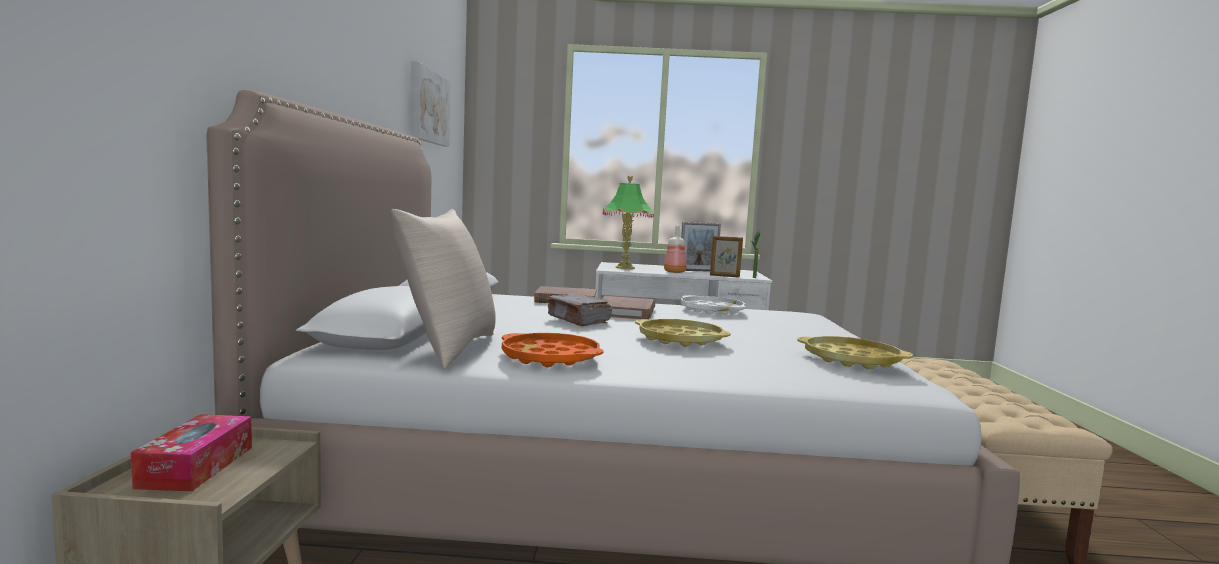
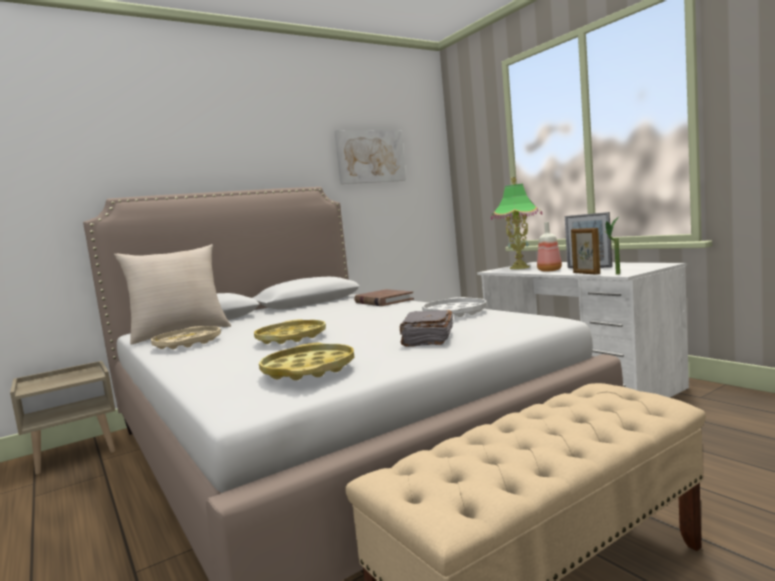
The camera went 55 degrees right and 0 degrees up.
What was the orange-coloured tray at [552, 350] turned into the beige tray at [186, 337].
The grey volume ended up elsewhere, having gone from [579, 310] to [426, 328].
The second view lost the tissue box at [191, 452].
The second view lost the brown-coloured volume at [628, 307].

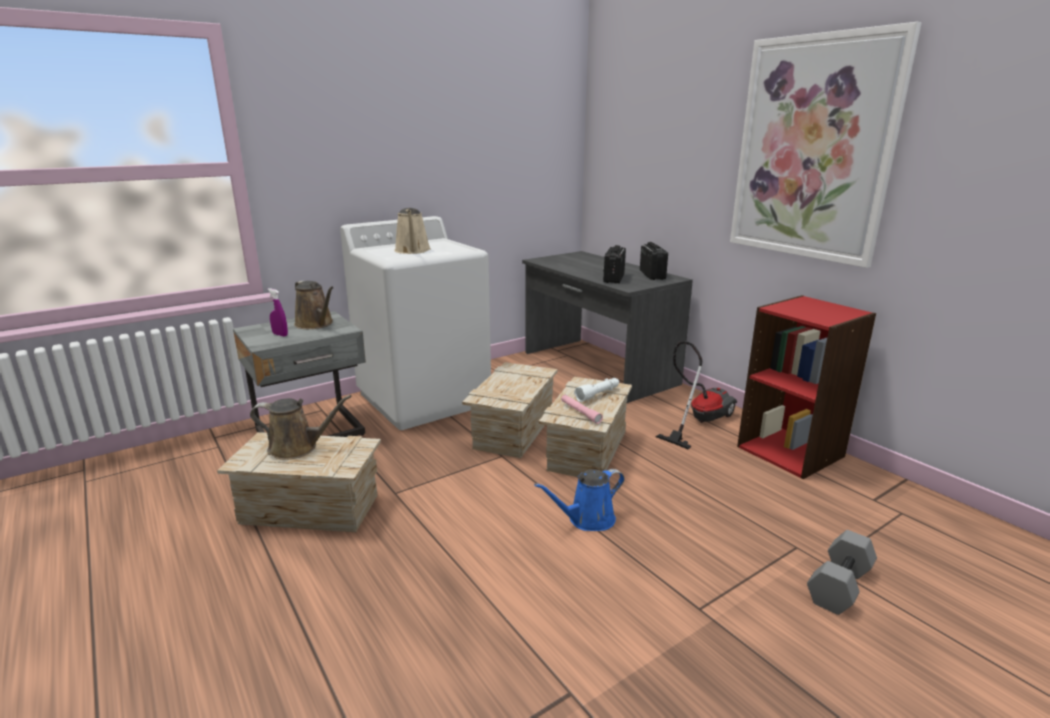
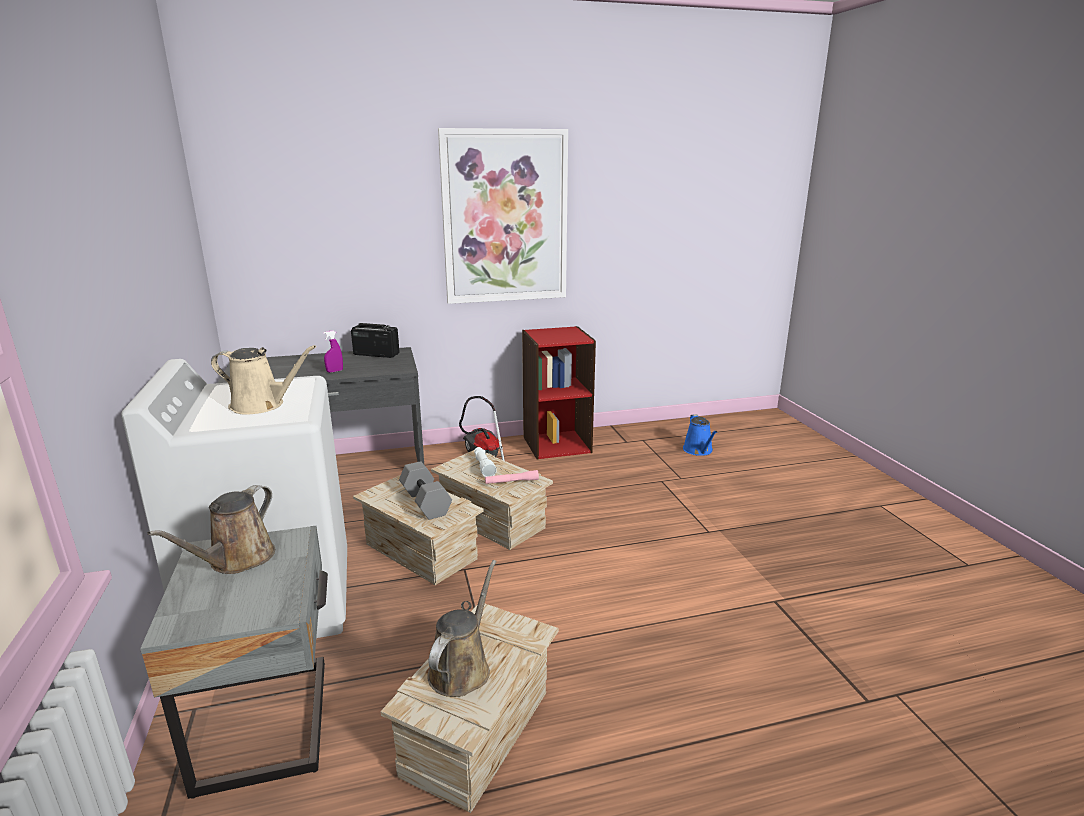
The camera went 70 degrees left and 0 degrees up.
The brown-coloured watering pot at [314, 305] ended up facing another way, 135 degrees clockwise from before.
The purplish sprayer ended up elsewhere, having gone from [277, 312] to [333, 351].
The grey hand weight ended up elsewhere, having gone from [842, 572] to [425, 490].
The blue-coloured watering pot ended up elsewhere, having gone from [579, 500] to [700, 435].
The second view lost the radio set at [614, 264].

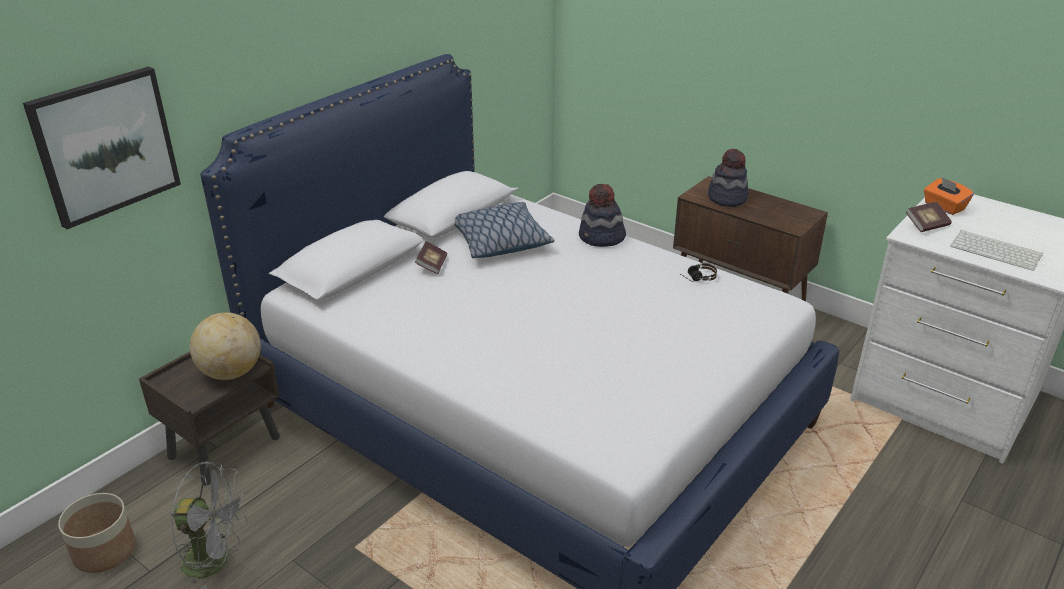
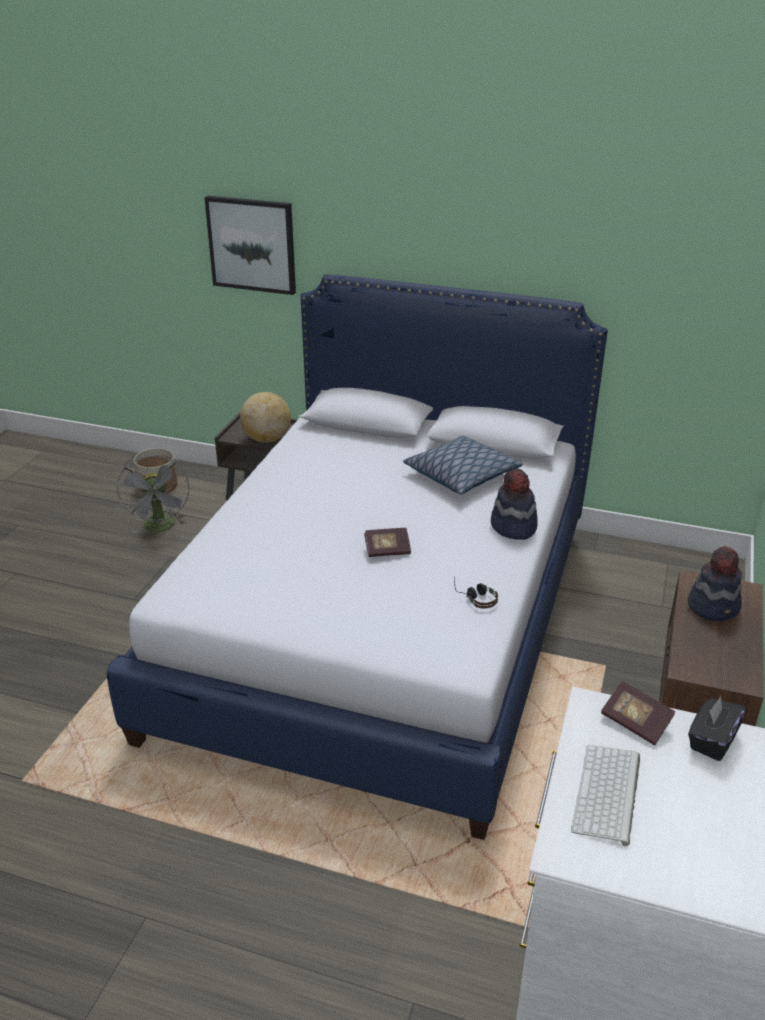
The camera went 70 degrees right and 0 degrees up.
The volume ended up elsewhere, having gone from [431, 257] to [387, 542].
What was the orange-coloured tissue box at [949, 196] turned into the blackish tissue box at [717, 728].

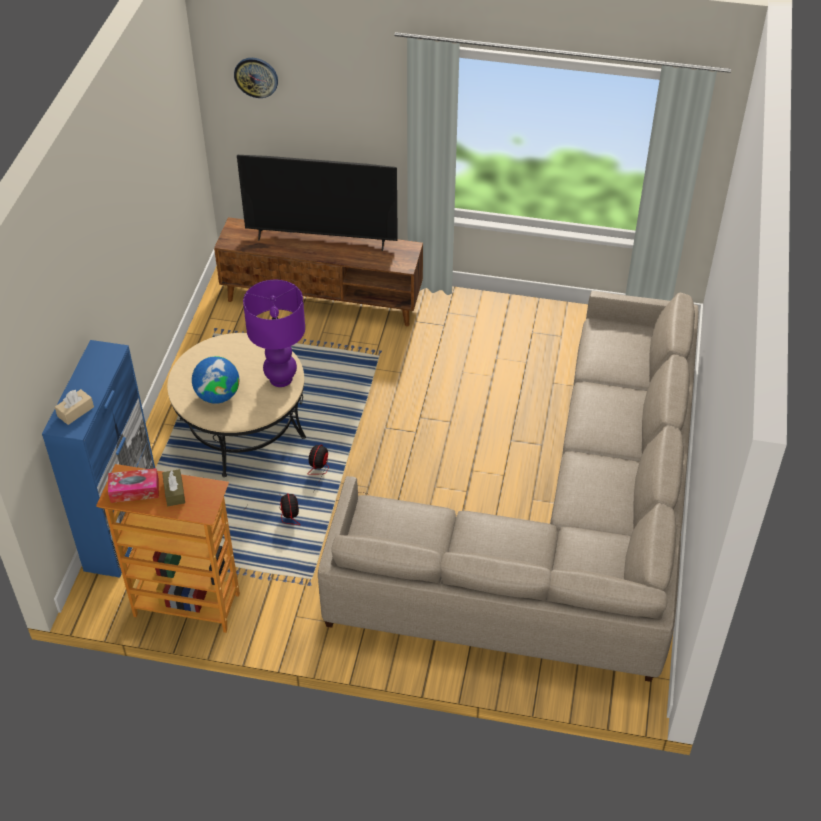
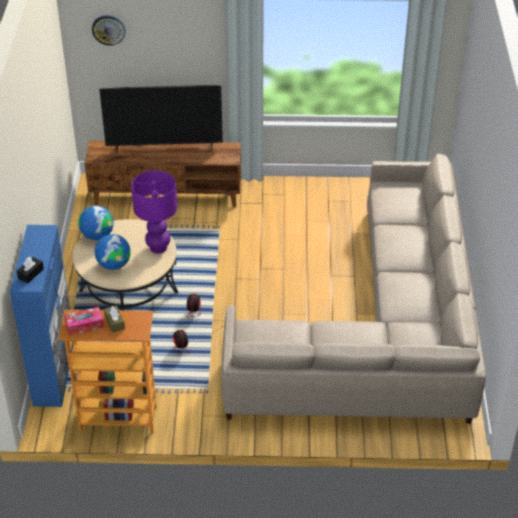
The camera went 10 degrees left and 5 degrees down.
What was the beige tissue box at [74, 407] turned into the blackish tissue box at [30, 270].
The second view gained the globe at [96, 223].

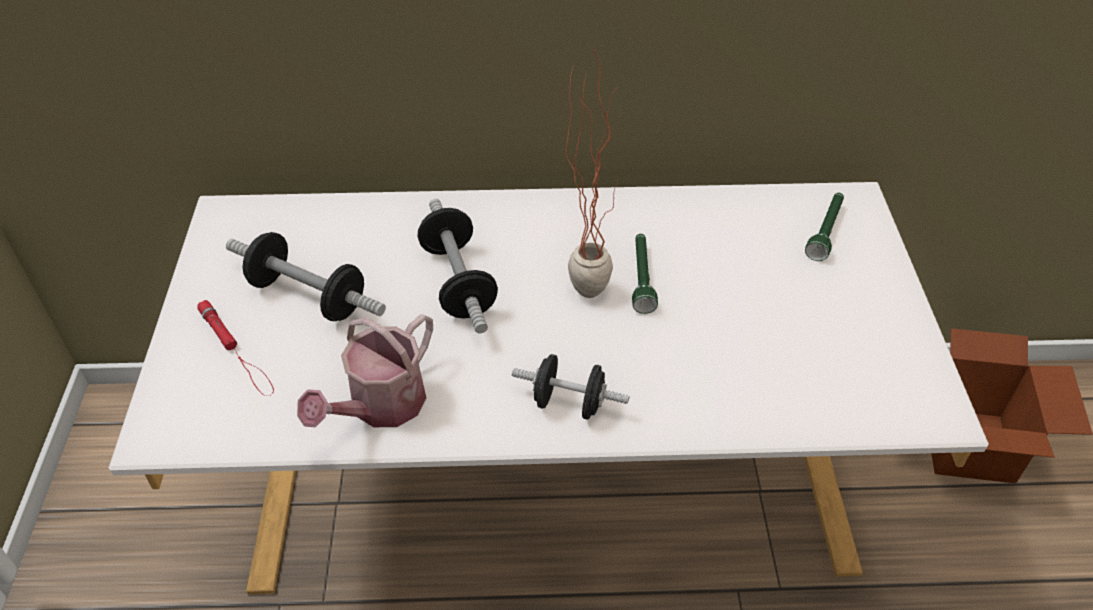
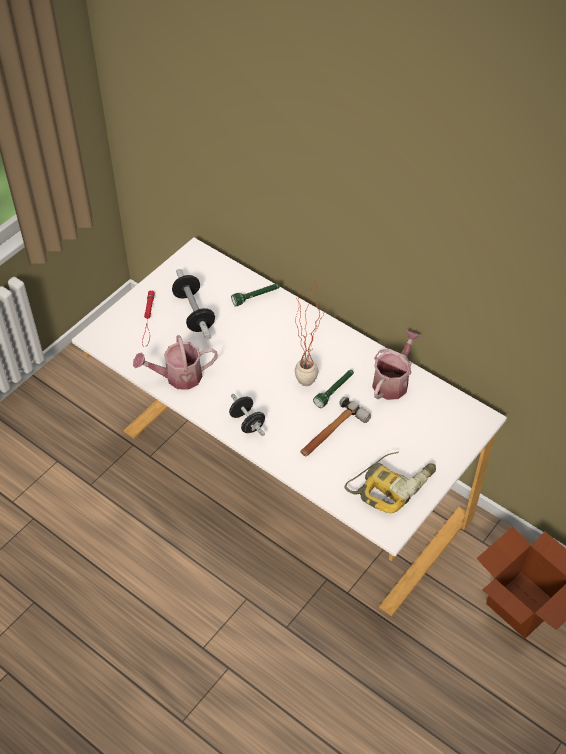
The camera went 40 degrees right and 5 degrees up.
The green-coloured torch ended up elsewhere, having gone from [824, 227] to [255, 295].
The second view gained the hand hammer at [335, 426].
The second view gained the electric drill at [390, 482].
The second view gained the watering pot at [396, 365].
The second view lost the hand weight at [457, 266].

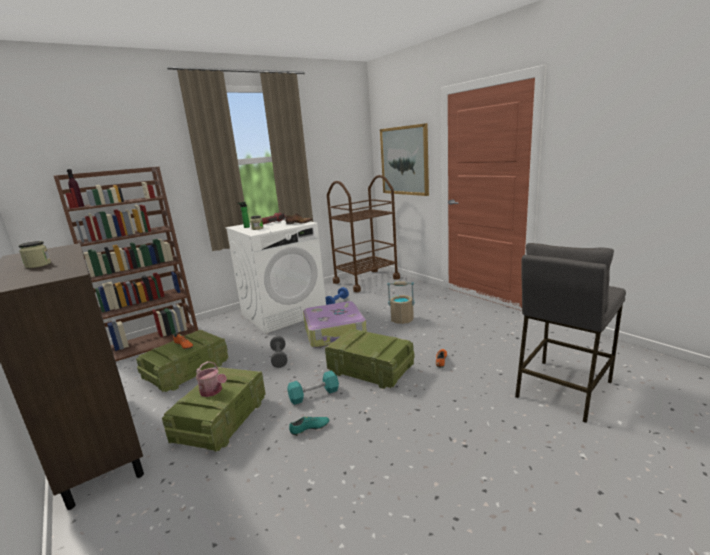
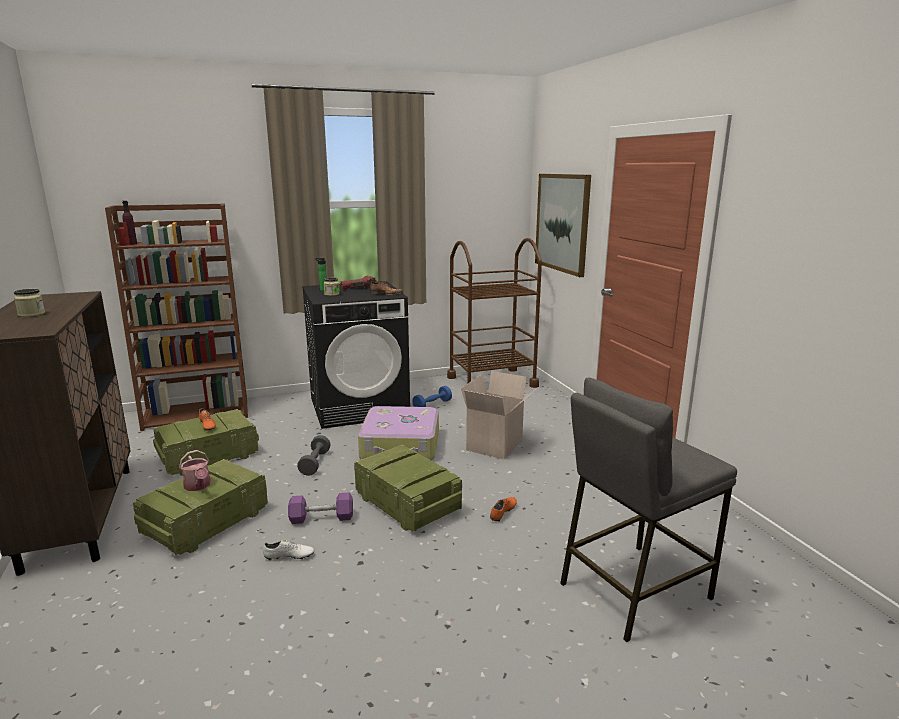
The camera went 15 degrees right and 0 degrees up.
What was the blue-green low shoe at [309, 426] turned into the white low shoe at [288, 550].
What was the blue-green hand weight at [313, 387] turned into the purplish hand weight at [320, 508].
What was the white washing machine at [276, 276] turned into the blackish washing machine at [356, 355].
Where the beige pail stood at [401, 302], the packing box came to stand at [499, 415].

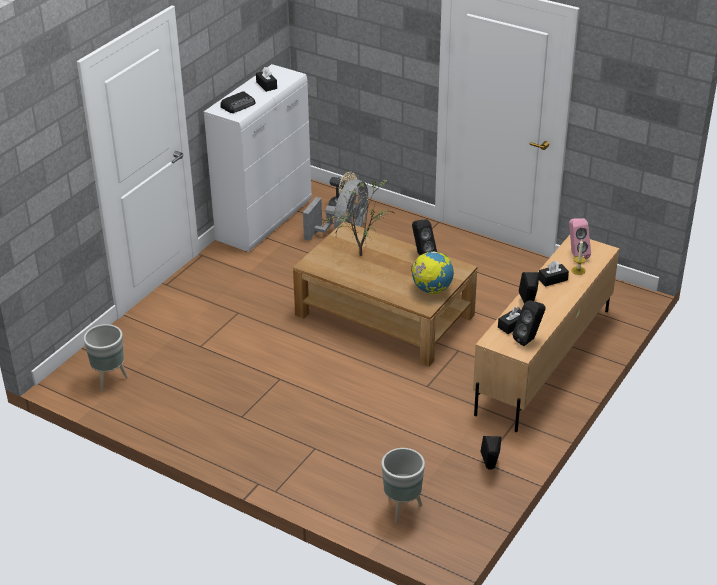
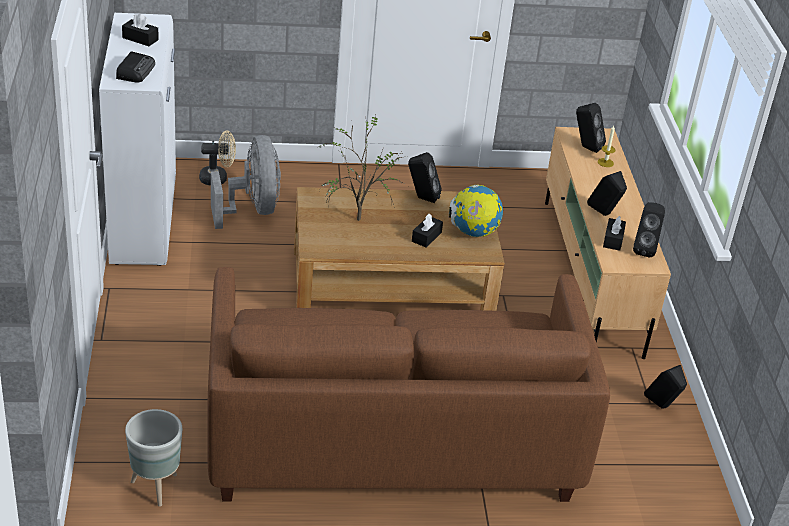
The camera went 40 degrees left and 0 degrees up.
The second view gained the brown-coloured settee at [408, 384].
The blackish tissue box ended up elsewhere, having gone from [554, 274] to [427, 231].
What was the pink audio speaker at [580, 238] turned into the blackish audio speaker at [591, 128].
The second view lost the grey plant pot at [403, 485].

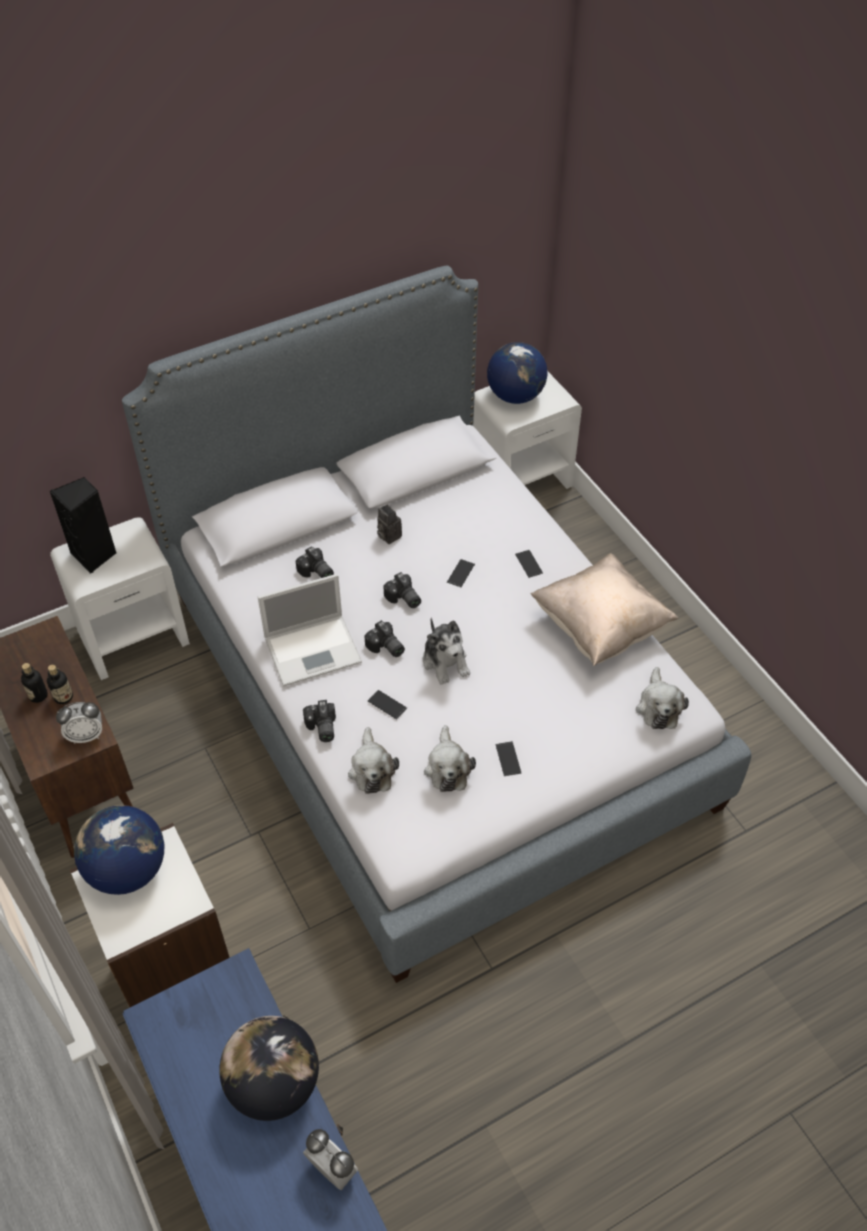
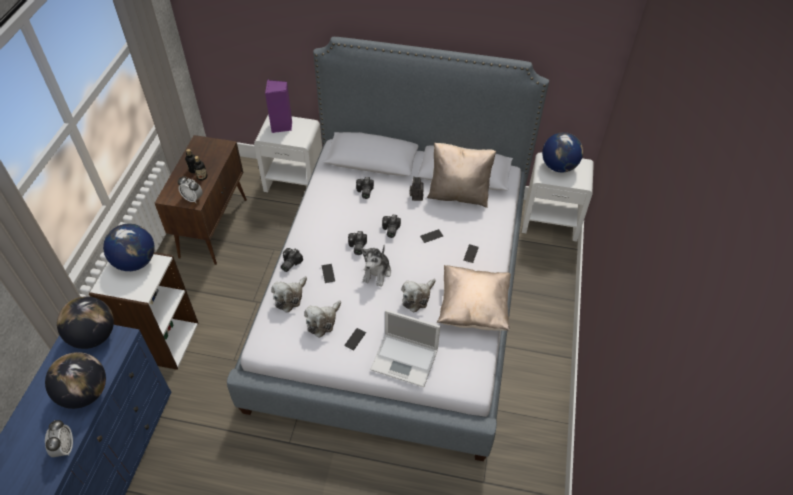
The camera went 40 degrees right and 0 degrees up.
The second view gained the globe at [85, 322].
What was the blackish audio speaker at [83, 525] turned into the purplish audio speaker at [278, 106].
The notebook computer ended up elsewhere, having gone from [310, 630] to [405, 348].
The cuddly toy ended up elsewhere, having gone from [662, 698] to [418, 296].
The second view gained the beige throw pillow at [461, 175].

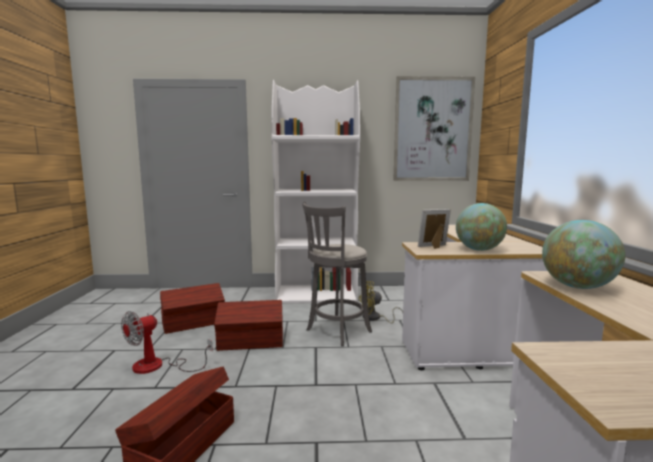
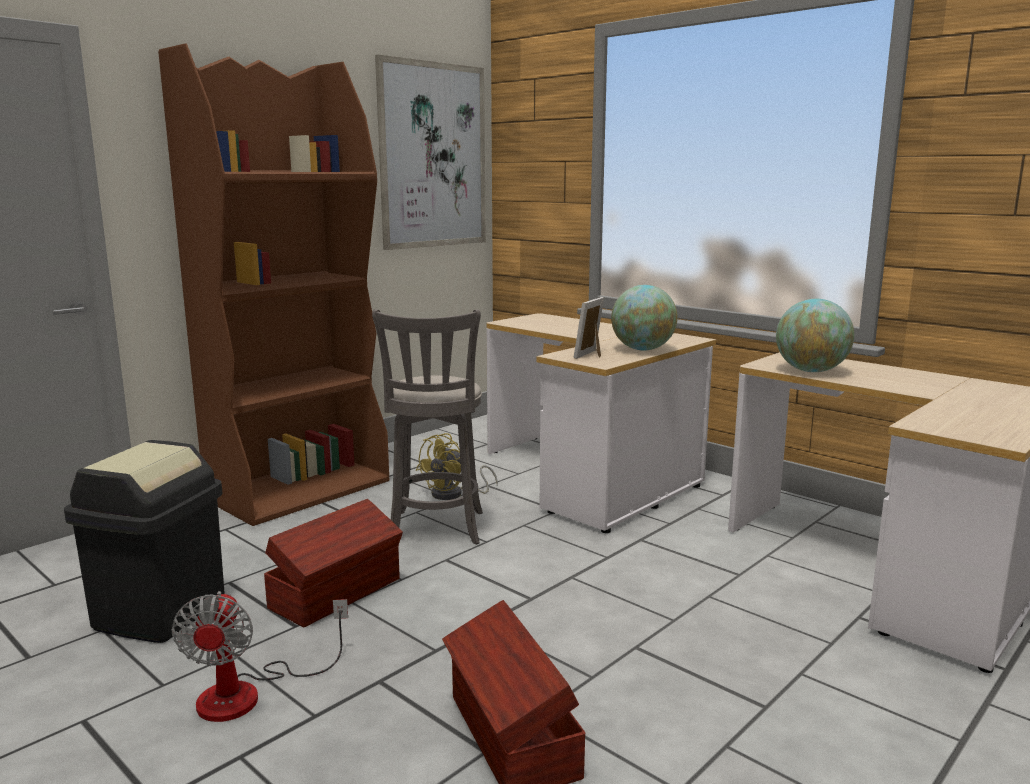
The camera went 45 degrees left and 5 degrees up.
Where the brown-coloured storage container stood at [192, 308], the blackish trash can came to stand at [144, 541].
What was the white shelving unit at [315, 192] turned into the brown-coloured shelving unit at [273, 284].

